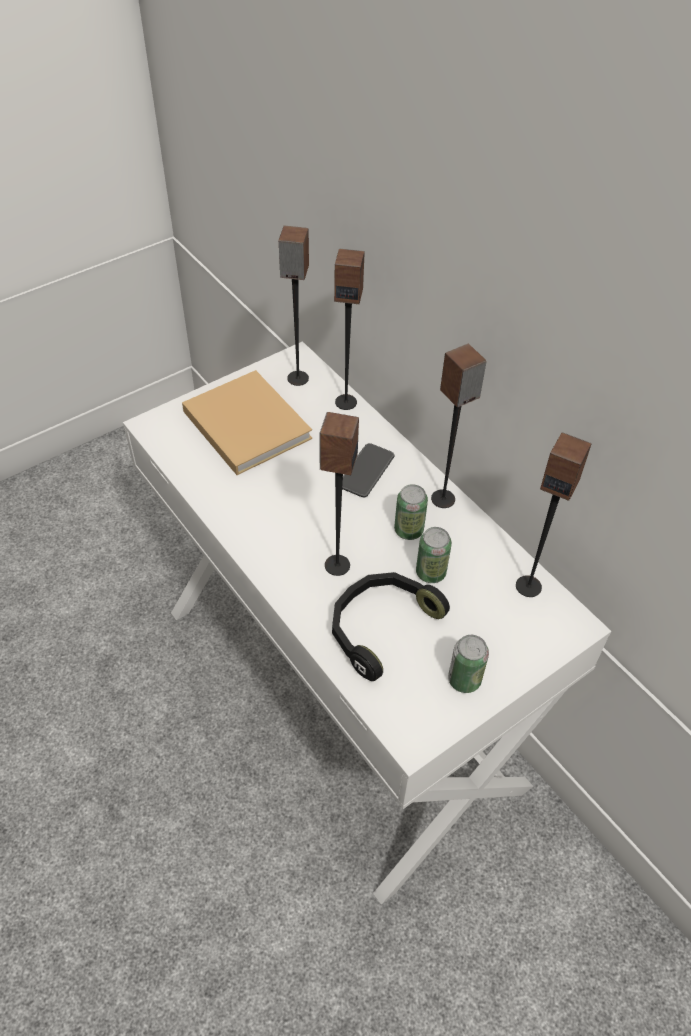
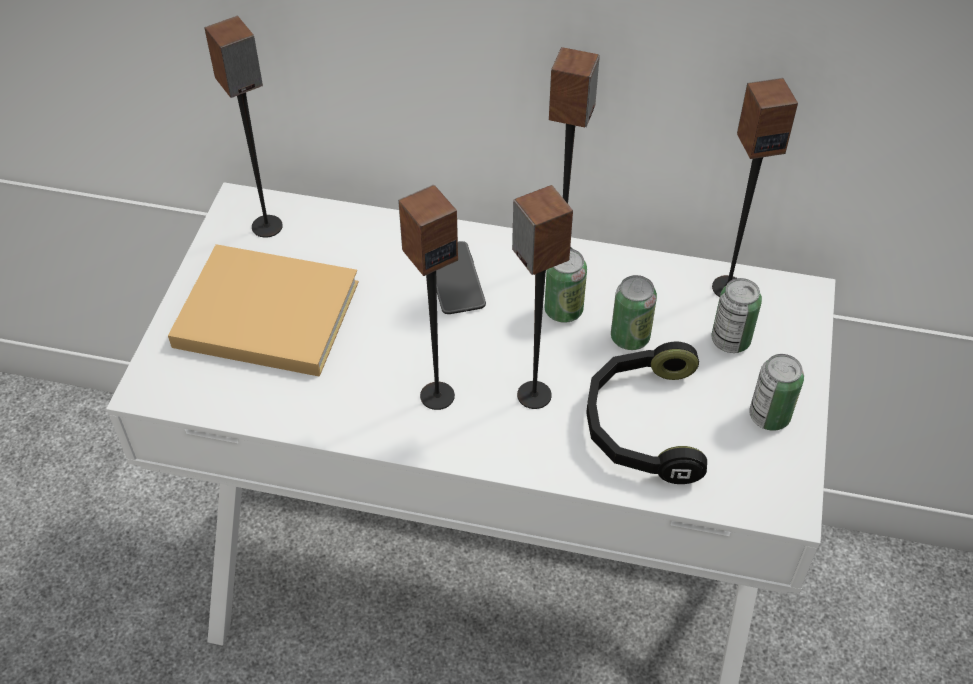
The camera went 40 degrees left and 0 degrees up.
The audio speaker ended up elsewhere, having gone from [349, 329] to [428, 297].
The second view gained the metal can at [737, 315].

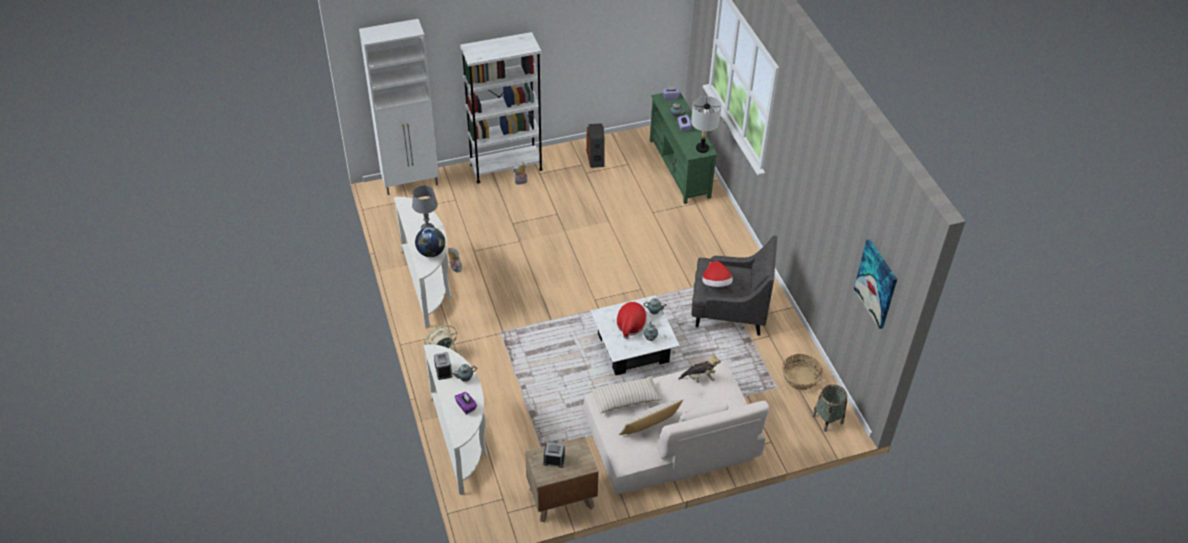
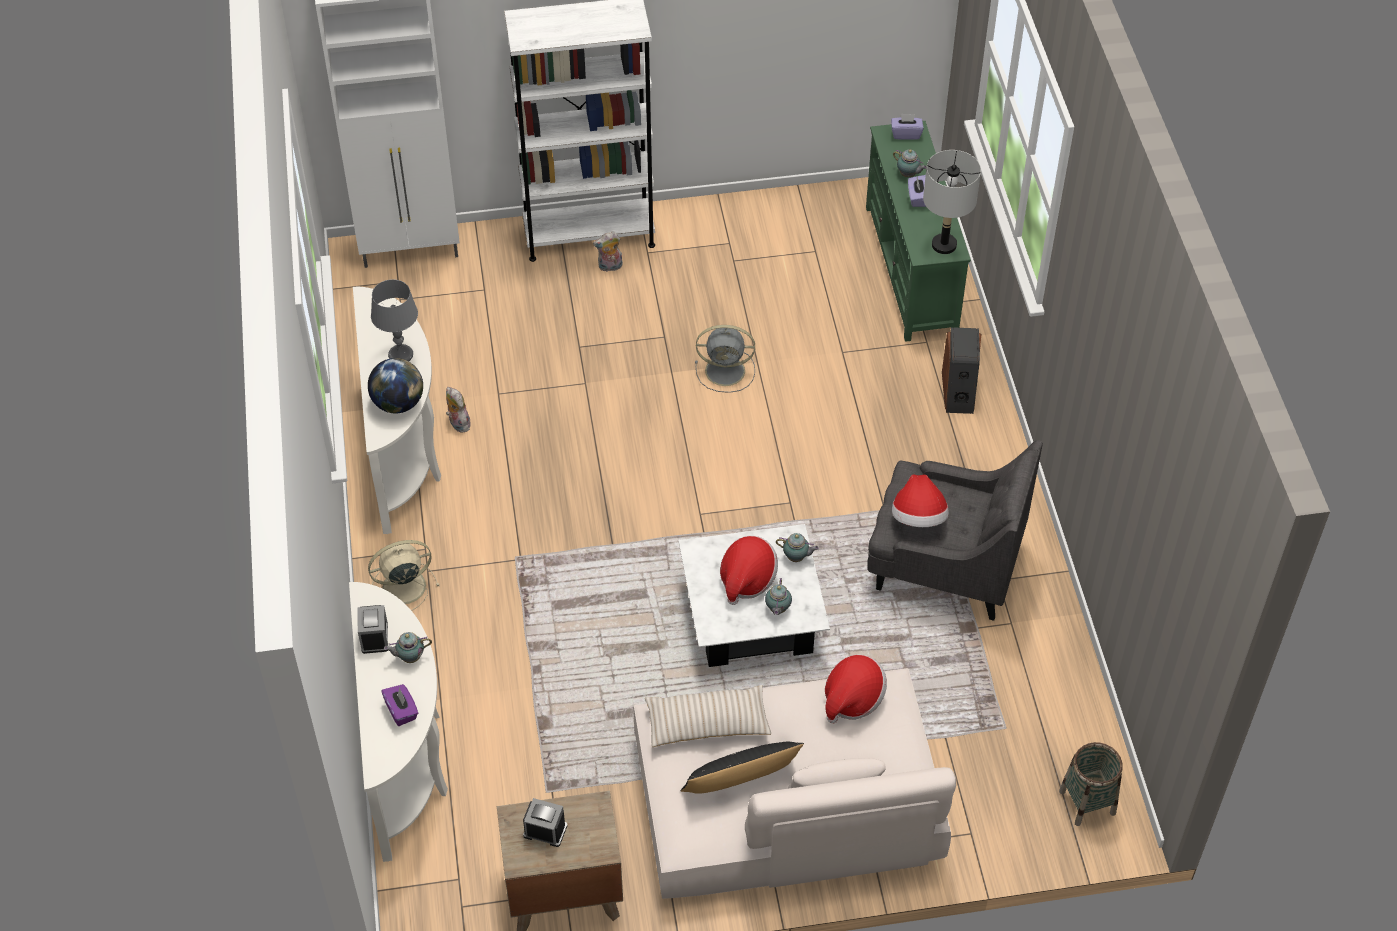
The camera went 10 degrees right and 5 degrees up.
What was the beige throw pillow at [651, 417] turned into the blackish throw pillow at [742, 768].
The second view gained the grey electric fan at [725, 359].
Where the cuddly toy stood at [699, 367], the clothing hat came to stand at [856, 689].
The audio speaker ended up elsewhere, having gone from [595, 145] to [962, 370].
The second view lost the basket at [802, 372].
The second view lost the wall art at [875, 284].

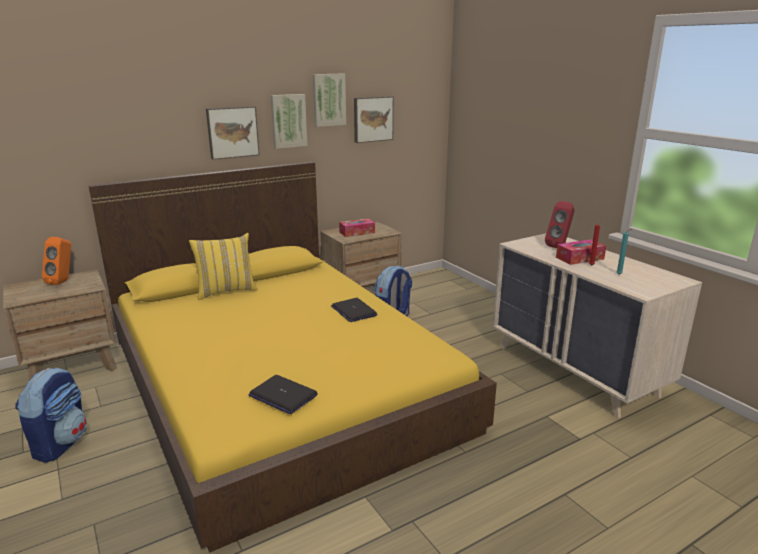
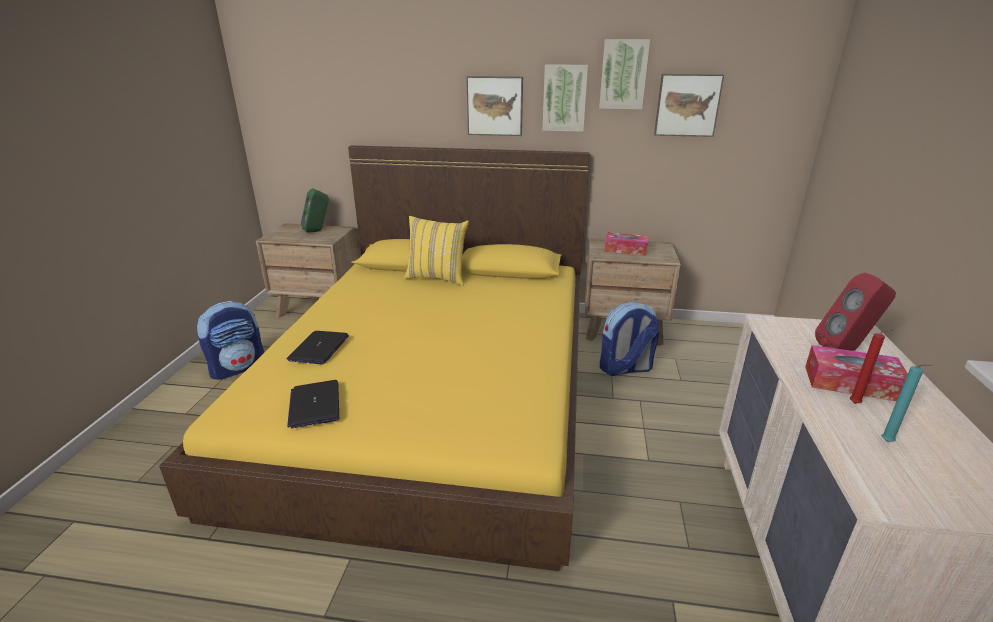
The camera went 40 degrees right and 5 degrees up.
The notebook computer ended up elsewhere, having gone from [354, 310] to [317, 347].
What was the orange-coloured audio speaker at [56, 261] turned into the green-coloured audio speaker at [315, 210].

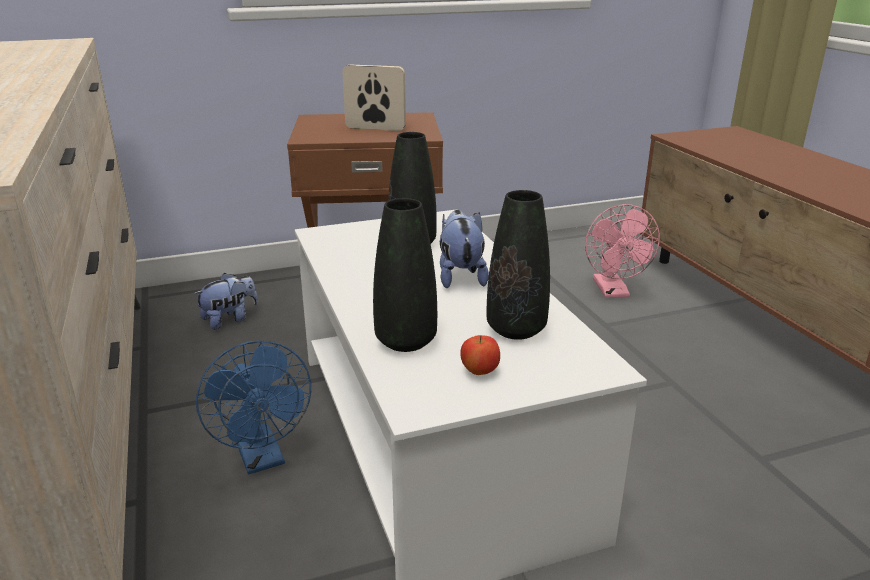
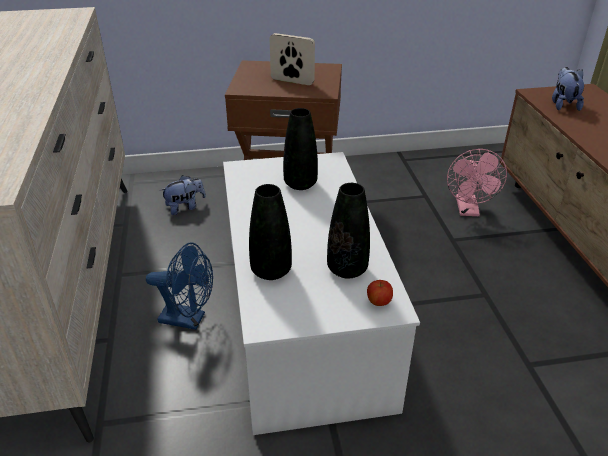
The camera went 10 degrees right and 10 degrees up.
The blue-coloured electric fan at [253, 408] ended up facing another way, 60 degrees counterclockwise from before.
The apple ended up elsewhere, having gone from [480, 355] to [380, 293].
The cuddly toy ended up elsewhere, having gone from [464, 249] to [568, 89].

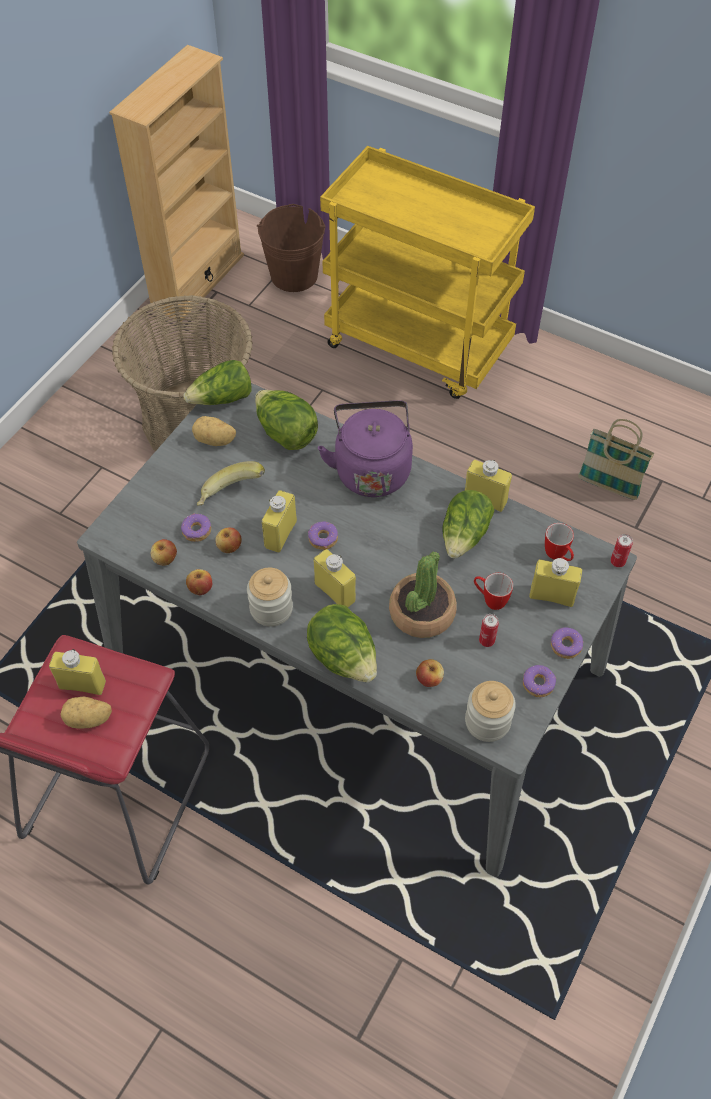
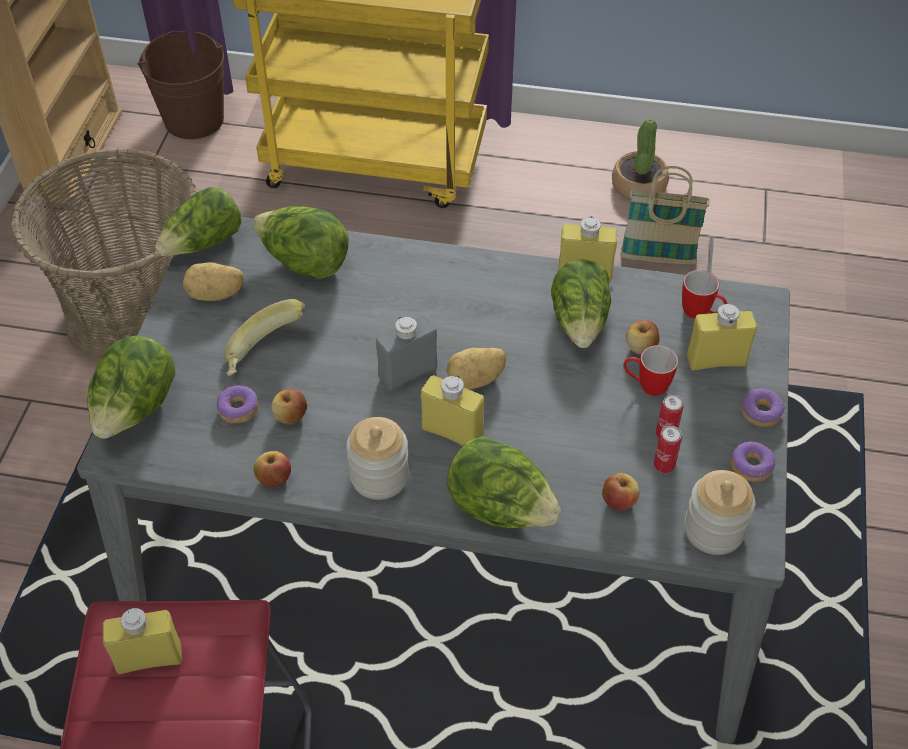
The camera went 20 degrees left and 5 degrees down.
The second view gained the head of lettuce at [131, 387].
Where the ring doughnut stood at [323, 535], the grey bottle came to stand at [406, 353].
The spud ended up elsewhere, having gone from [86, 712] to [476, 368].
The houseplant ended up elsewhere, having gone from [423, 595] to [640, 159].
The apple ended up elsewhere, having gone from [164, 552] to [643, 337].
The metal can ended up elsewhere, having gone from [621, 550] to [668, 449].
The second view lost the yellow-coloured bottle at [279, 521].
The second view lost the purplish kettle at [365, 448].

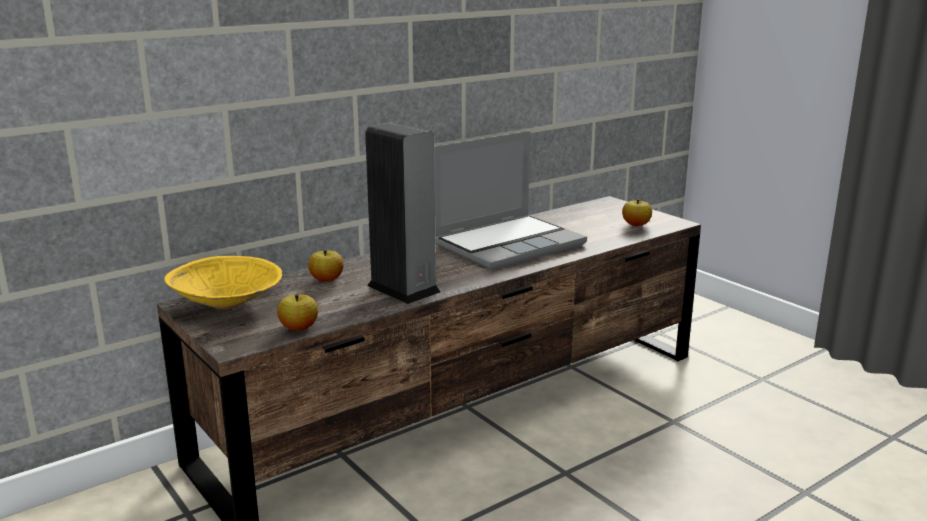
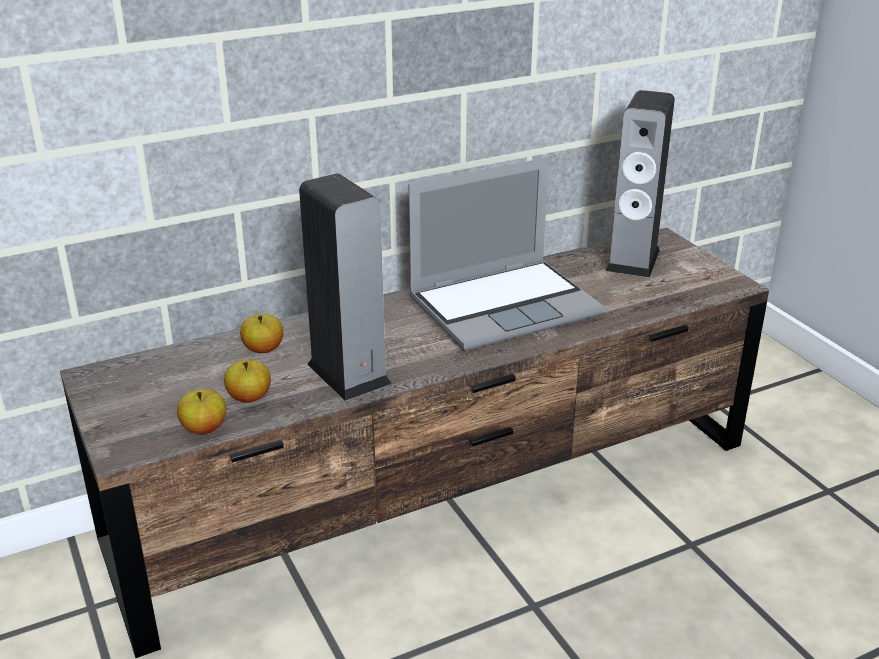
The camera went 10 degrees right and 10 degrees up.
The apple ended up elsewhere, having gone from [637, 212] to [247, 380].
The second view gained the audio speaker at [640, 184].
The second view lost the yellow-coloured serving bowl at [223, 282].

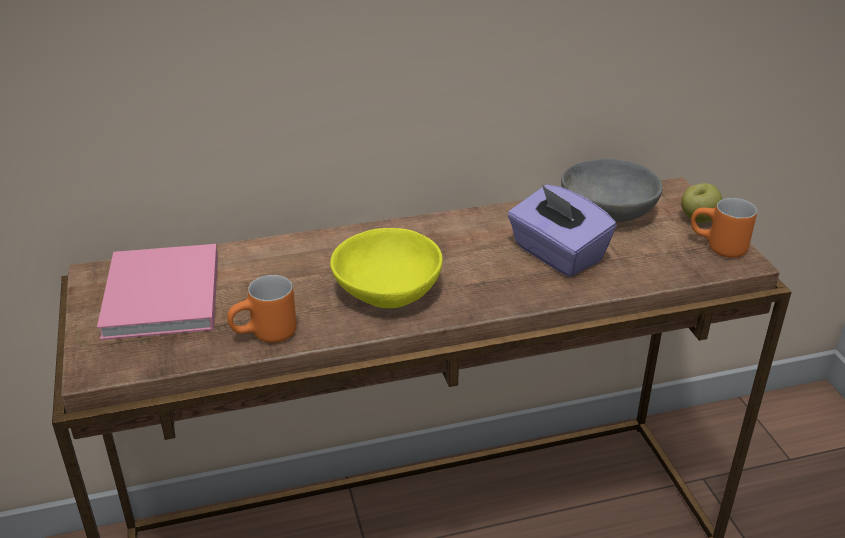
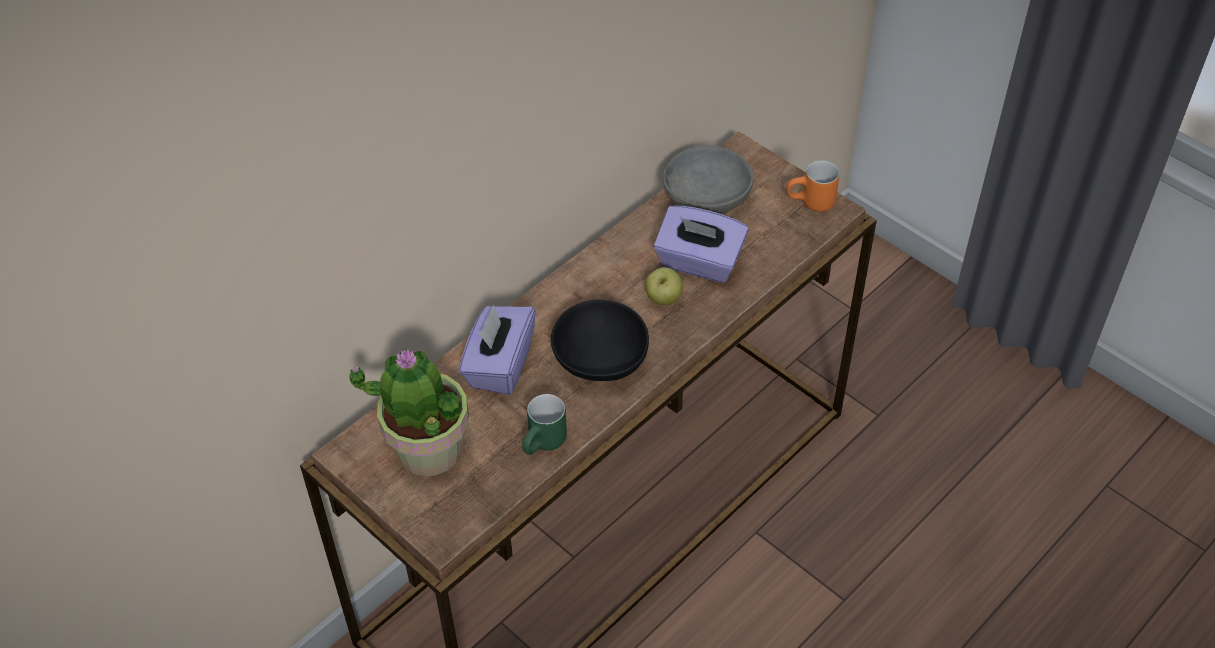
The camera went 30 degrees left and 15 degrees up.
Where the pink volume stood at [157, 292], the houseplant came to stand at [409, 412].
The second view gained the purplish tissue box at [497, 350].
What was the orange-coloured tea mug at [262, 309] turned into the green-coloured tea mug at [544, 424].
What was the yellow-coloured serving bowl at [386, 268] turned into the blackish serving bowl at [600, 340].
The apple ended up elsewhere, having gone from [701, 203] to [664, 286].

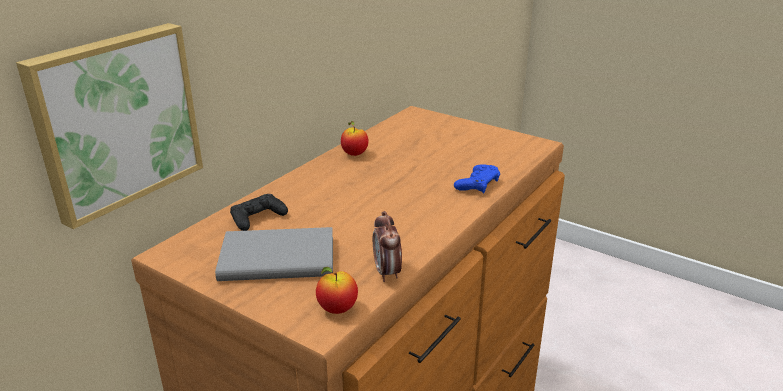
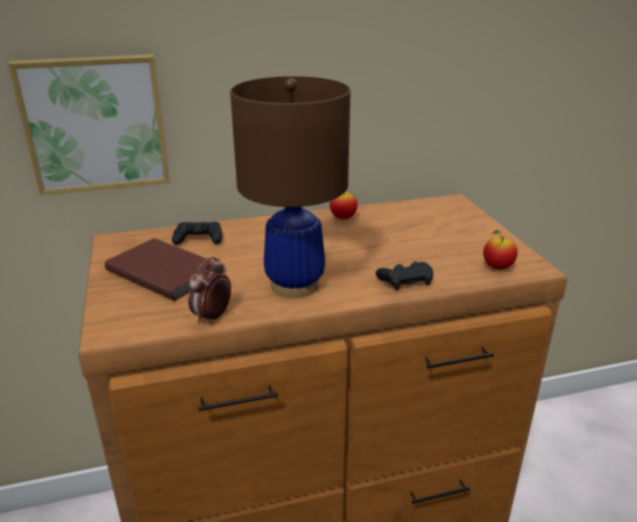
The camera went 40 degrees right and 0 degrees up.
What was the grey volume at [274, 254] turned into the brown-coloured volume at [158, 269].
The second view gained the brown-coloured lamp for a table at [290, 187].
What was the blue-coloured joypad at [477, 178] turned into the blackish joypad at [404, 275].
The apple ended up elsewhere, having gone from [337, 290] to [500, 250].

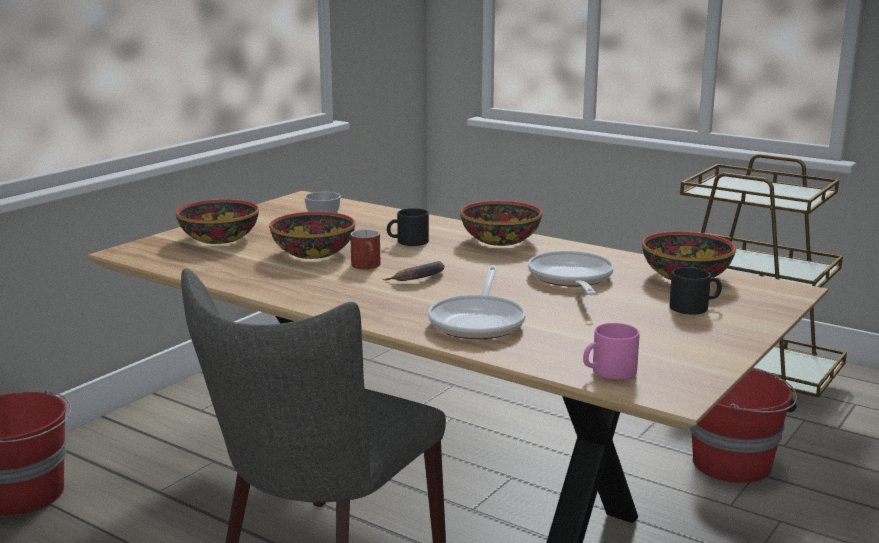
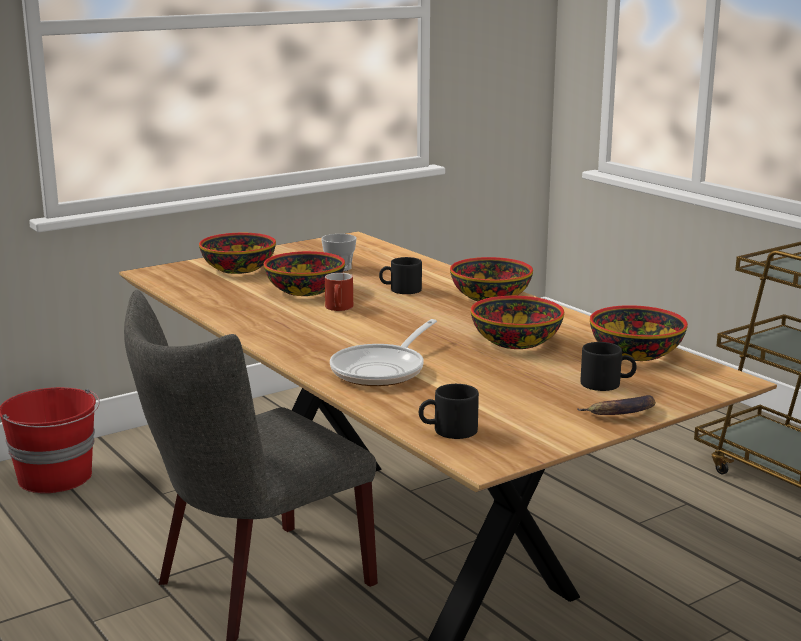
The camera went 20 degrees right and 0 degrees up.
What was the pink tea mug at [611, 351] turned into the blackish tea mug at [449, 411].
Where the pan stood at [571, 273], the serving bowl came to stand at [517, 322].
The whole banana ended up elsewhere, having gone from [414, 271] to [616, 405].
The second view lost the red-coloured pail at [743, 425].

